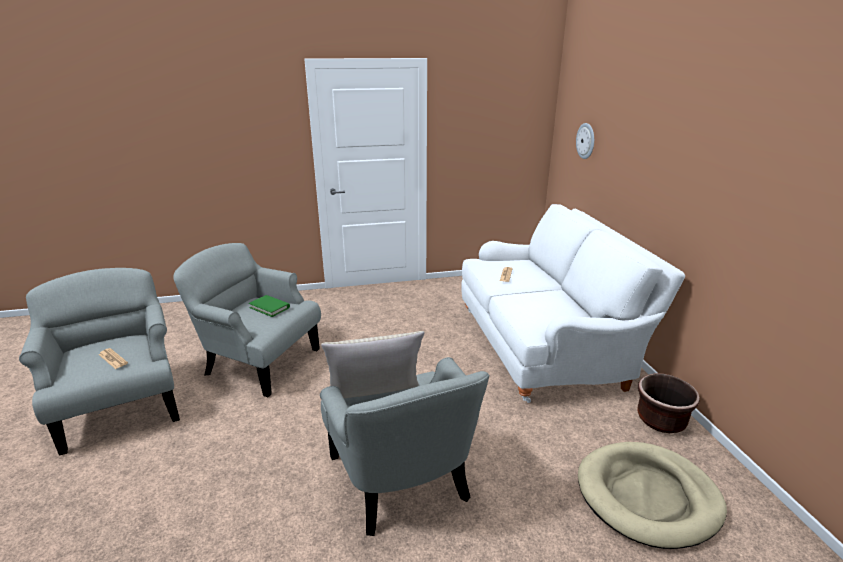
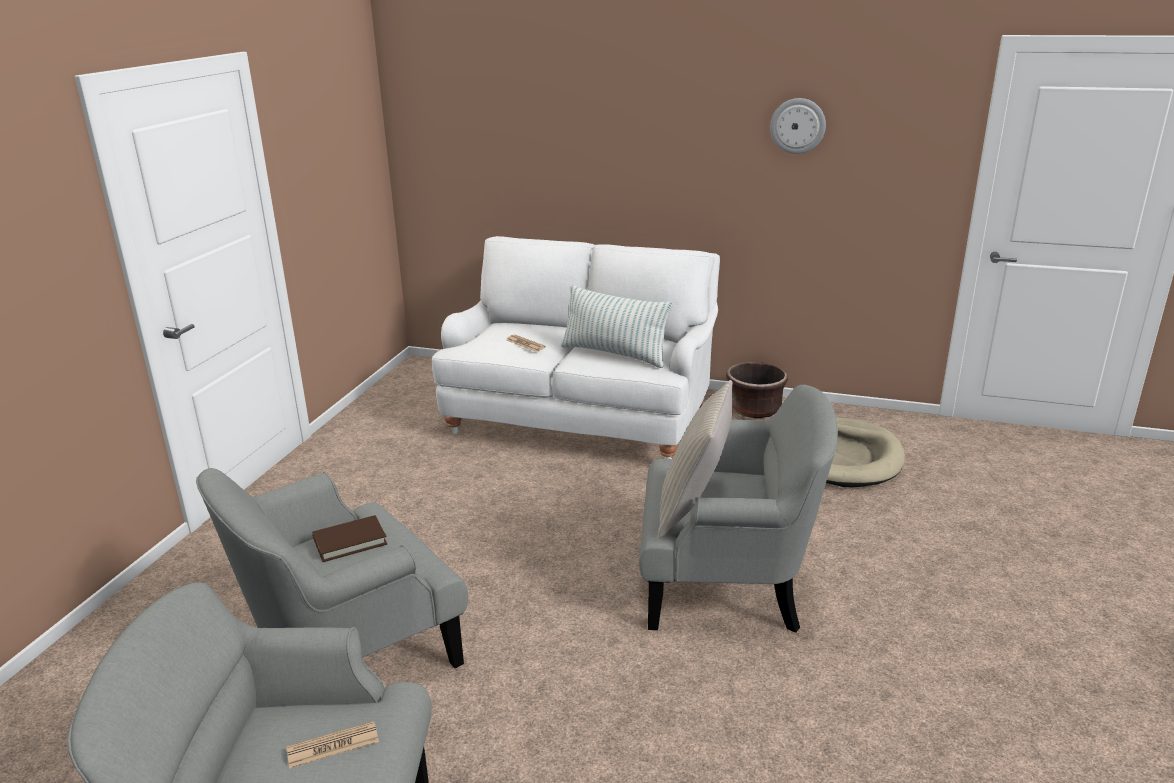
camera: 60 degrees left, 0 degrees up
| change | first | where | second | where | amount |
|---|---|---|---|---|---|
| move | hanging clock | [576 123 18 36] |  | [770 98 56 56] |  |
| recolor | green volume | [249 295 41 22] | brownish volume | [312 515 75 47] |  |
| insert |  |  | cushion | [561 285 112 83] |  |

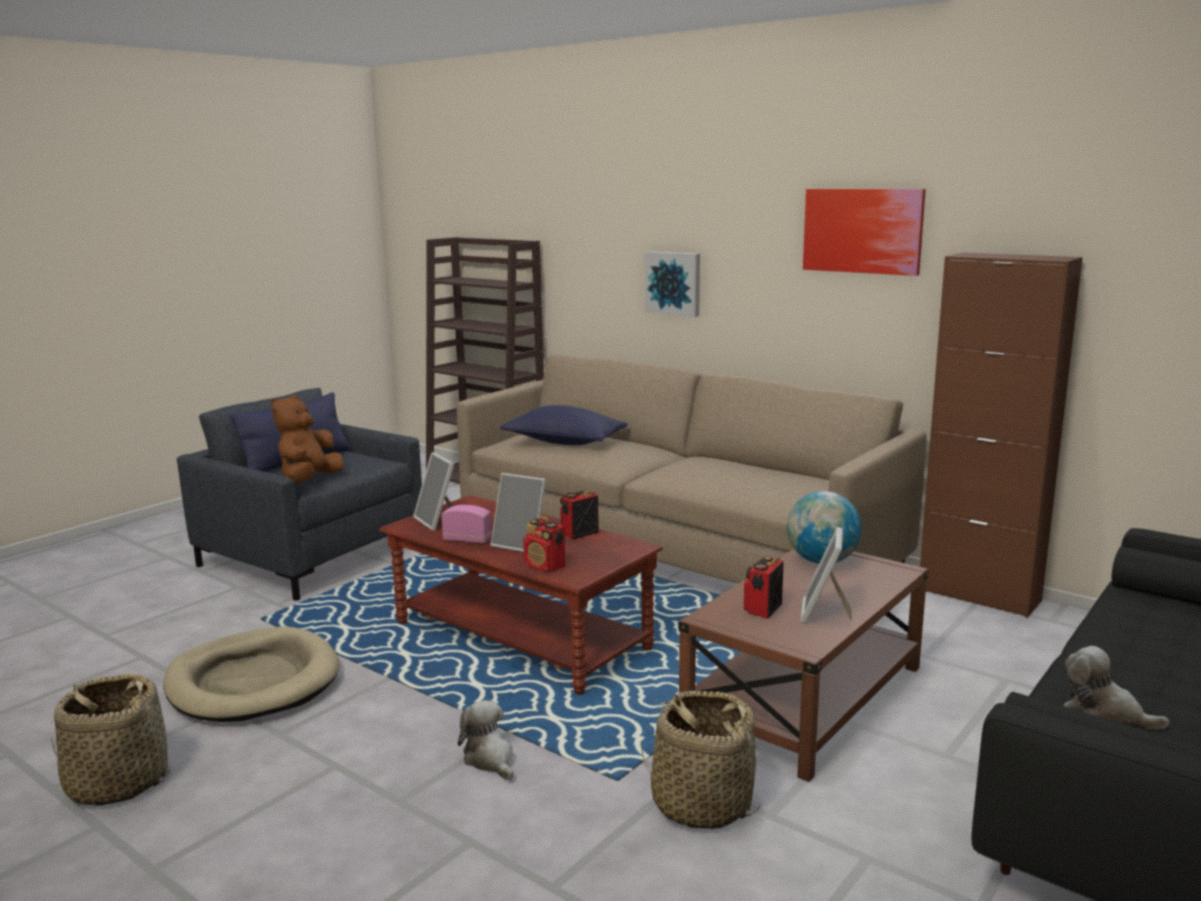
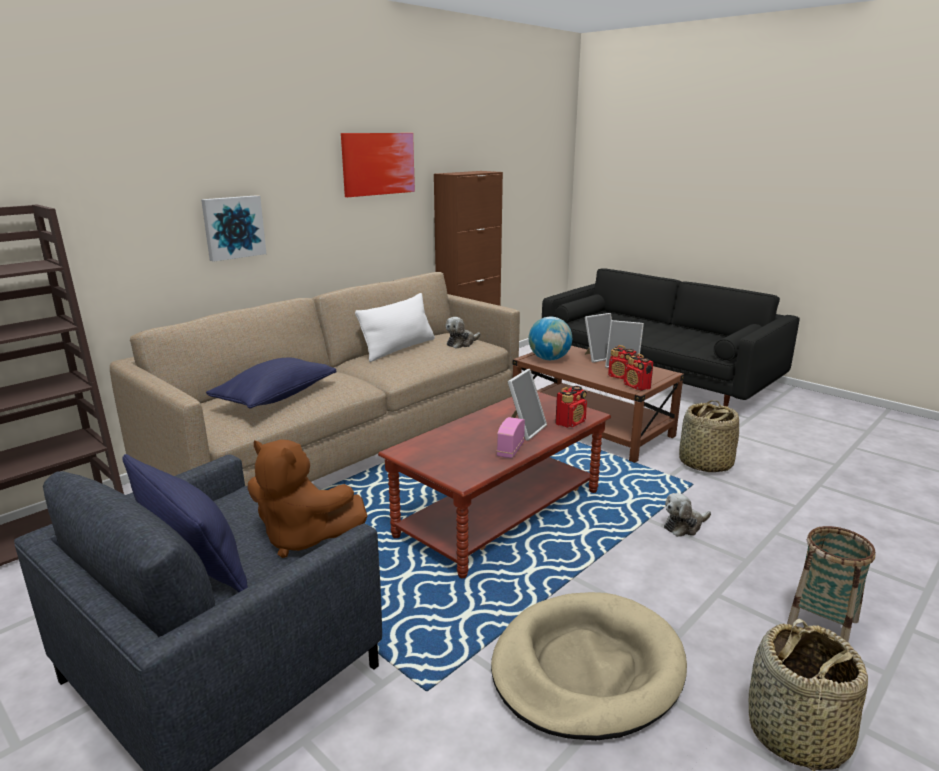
camera: 85 degrees left, 5 degrees up
| change | first | where | second | where | amount |
|---|---|---|---|---|---|
| move | photo frame | [413 452 41 79] |  | [585 313 27 50] |  |
| move | radio receiver | [560 490 39 50] |  | [624 354 30 36] |  |
| move | soft toy | [1064 646 105 84] |  | [446 317 35 32] |  |
| insert |  |  | white-coloured cushion | [355 293 80 69] |  |
| insert |  |  | storage basket | [787 526 89 116] |  |

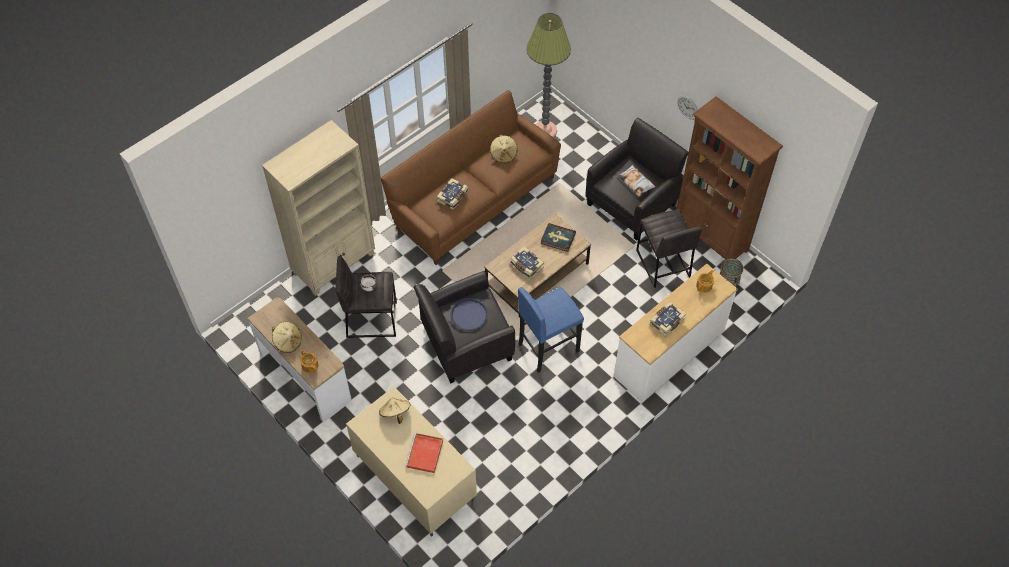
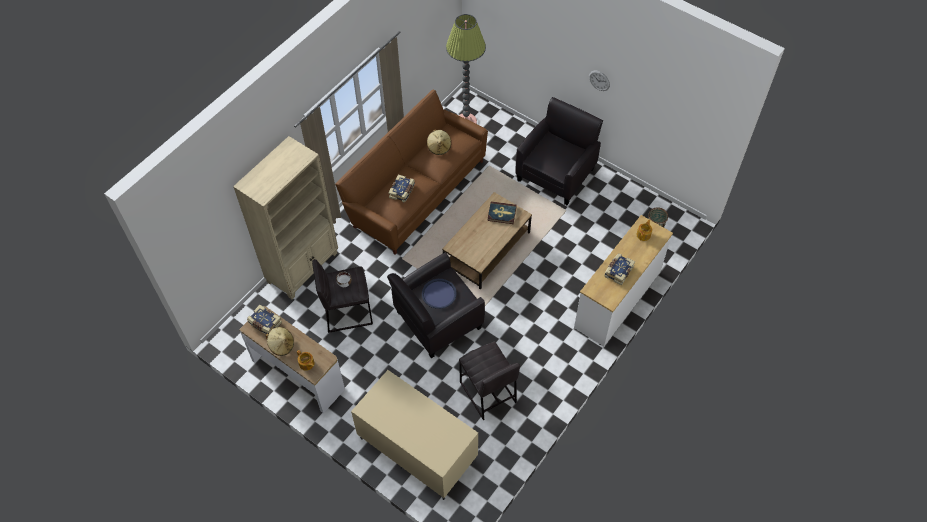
camera: 10 degrees left, 0 degrees up
| change | first | where | second | where | amount |
|---|---|---|---|---|---|
| delete | brownish shelving unit | [677 96 106 164] |  |  |  |
| delete | cushion | [618 165 37 32] |  |  |  |
| move | greyish stool | [636 209 66 79] |  | [459 341 61 79] |  |
| move | volume | [510 247 34 32] |  | [247 305 35 29] |  |
| delete | blue stool | [518 287 66 86] |  |  |  |
| delete | sand-coloured clothing hat | [379 398 31 26] |  |  |  |
| delete | red carrying tray | [405 433 38 40] |  |  |  |

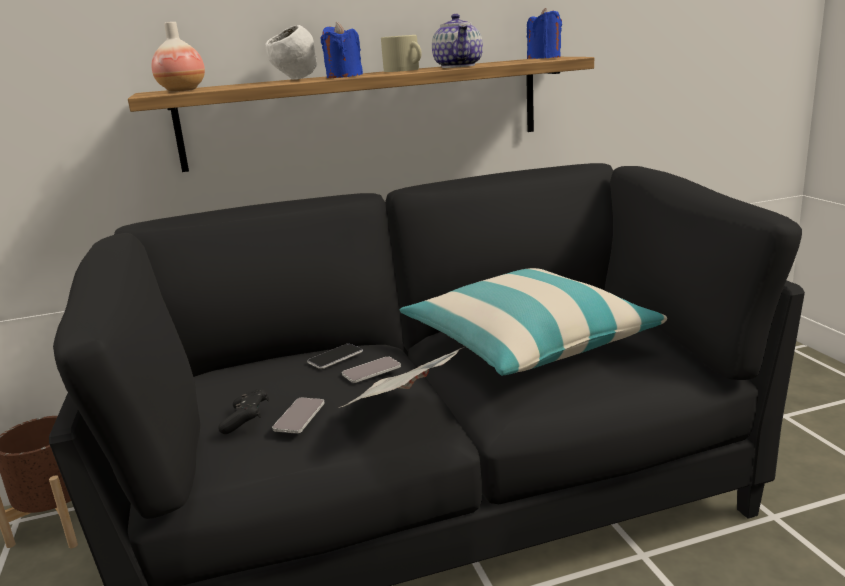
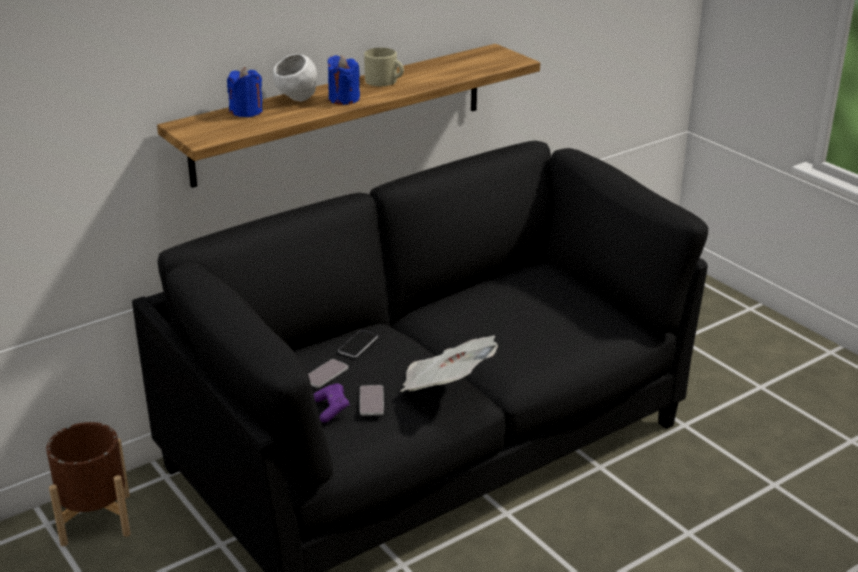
camera: 20 degrees left, 10 degrees up
| change | first | where | second | where | amount |
|---|---|---|---|---|---|
| move | blue wax candle | [527 8 35 51] |  | [227 67 36 50] |  |
| delete | teapot | [432 14 51 54] |  |  |  |
| delete | vase | [152 22 53 70] |  |  |  |
| delete | cushion | [400 268 267 108] |  |  |  |
| move | phone | [342 356 59 27] |  | [308 359 40 29] |  |
| recolor | blackish game controller | [218 388 51 46] | purple game controller | [313 383 37 40] |  |

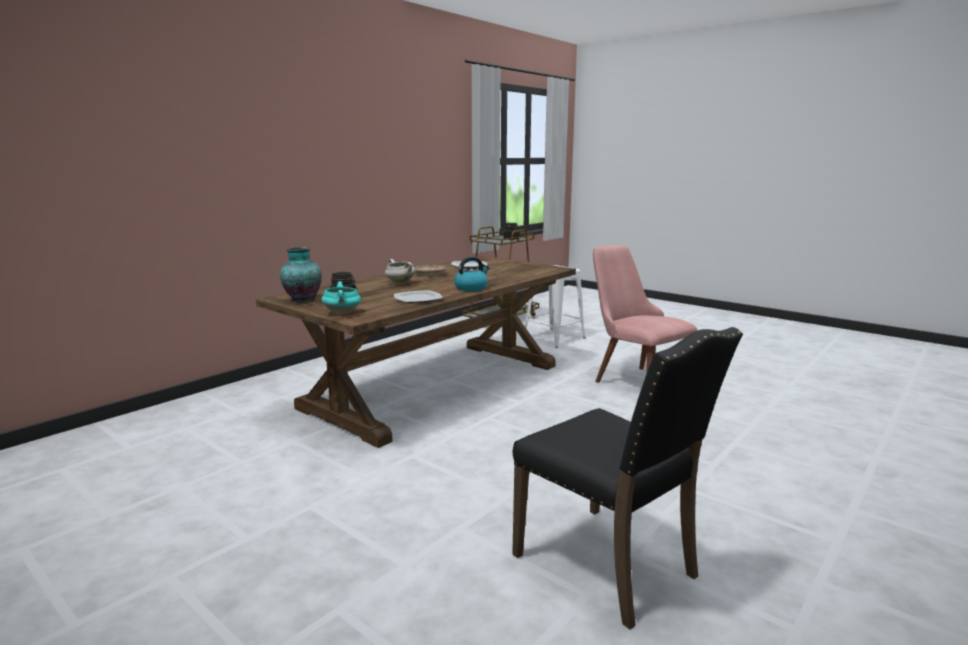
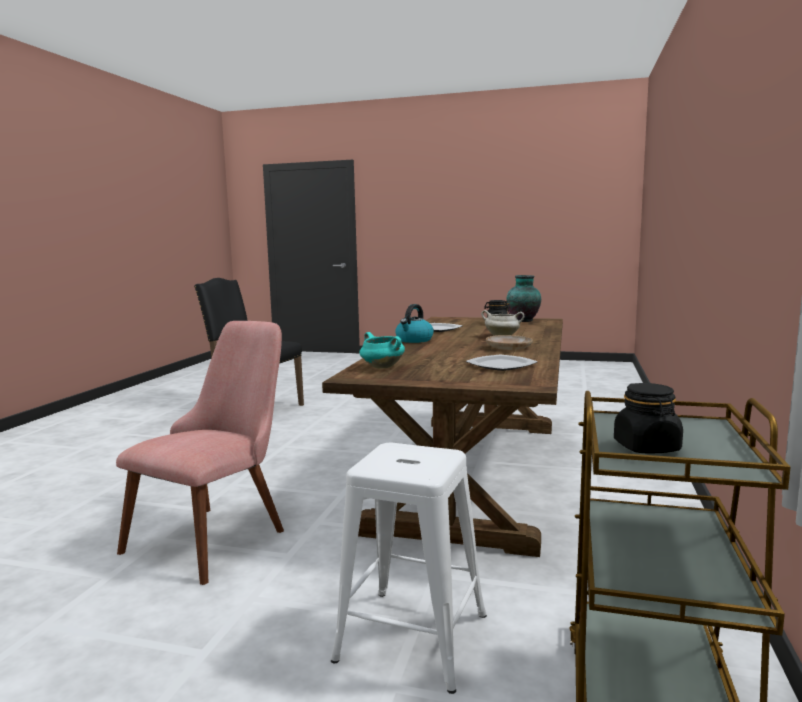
camera: 155 degrees right, 5 degrees down
| change | first | where | second | where | amount |
|---|---|---|---|---|---|
| rotate | pinkish upright chair | [593 245 105 138] |  | [116 321 168 264] | 90 degrees counterclockwise |
| move | turquoise cooking pot | [322 281 39 33] |  | [360 332 45 37] |  |

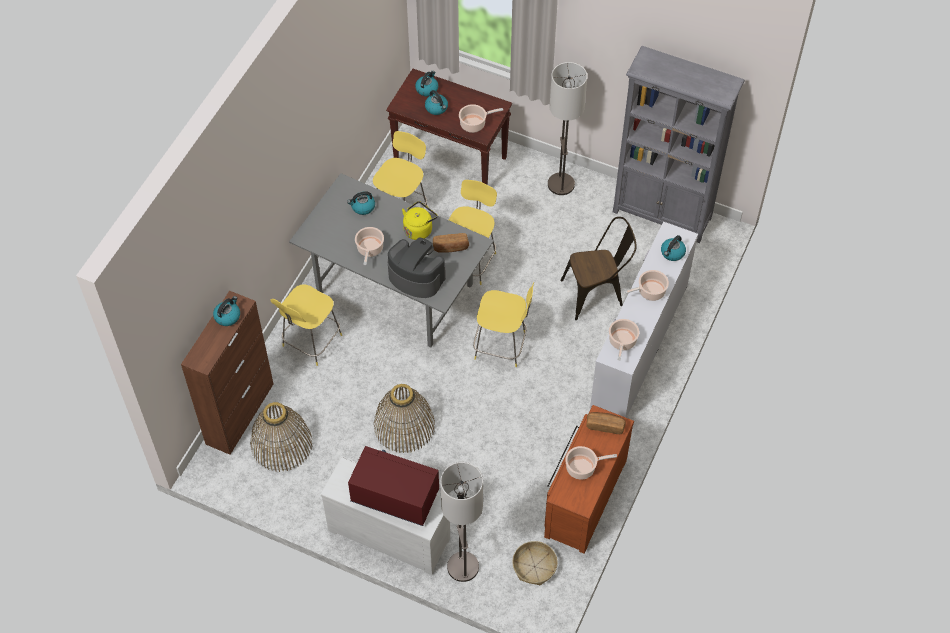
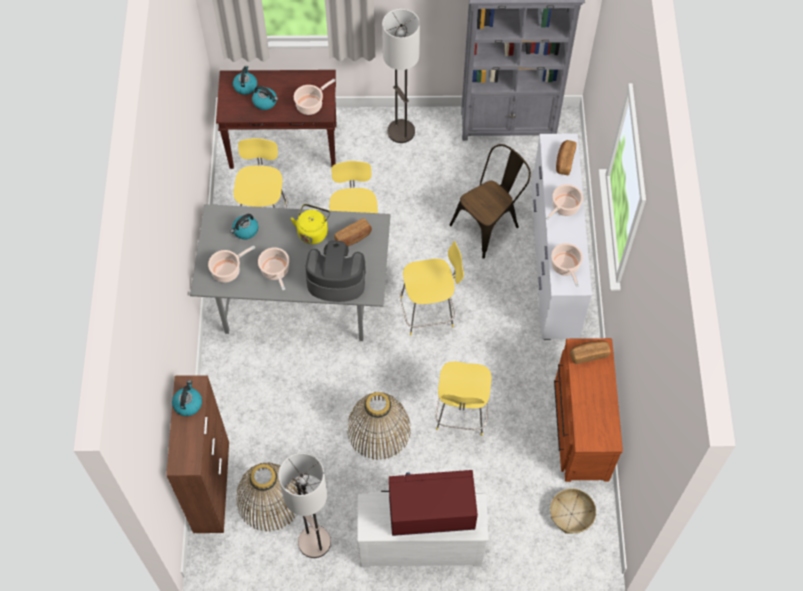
camera: 25 degrees left, 5 degrees up
| change | first | where | second | where | amount |
|---|---|---|---|---|---|
| replace | water kettle | [661 235 25 26] | bakery bread | [556 140 20 35] |  |
| move | yellowish stool | [270 284 72 82] |  | [435 361 56 75] |  |
| move | cooking pot | [565 446 52 34] |  | [208 245 47 38] |  |
| move | standard lamp | [440 462 43 120] |  | [278 453 53 105] |  |

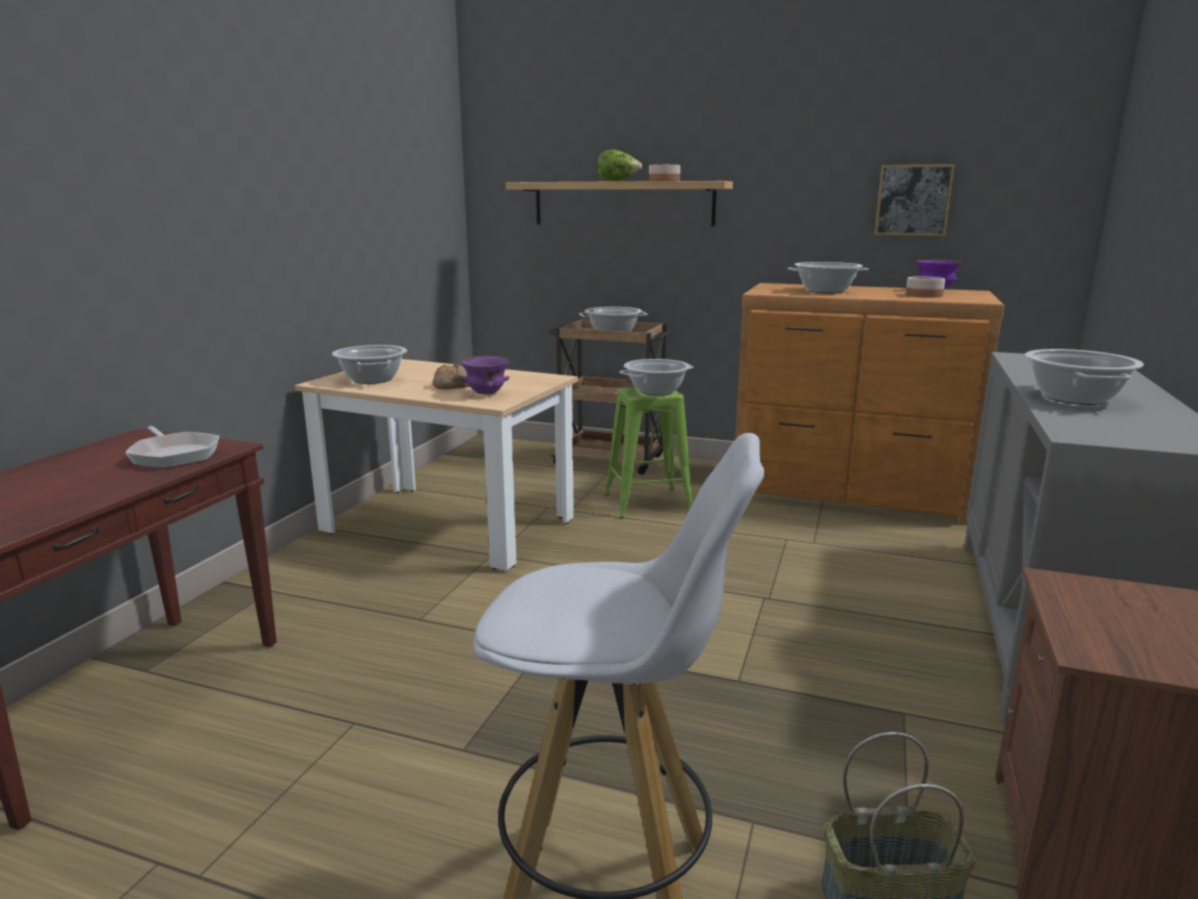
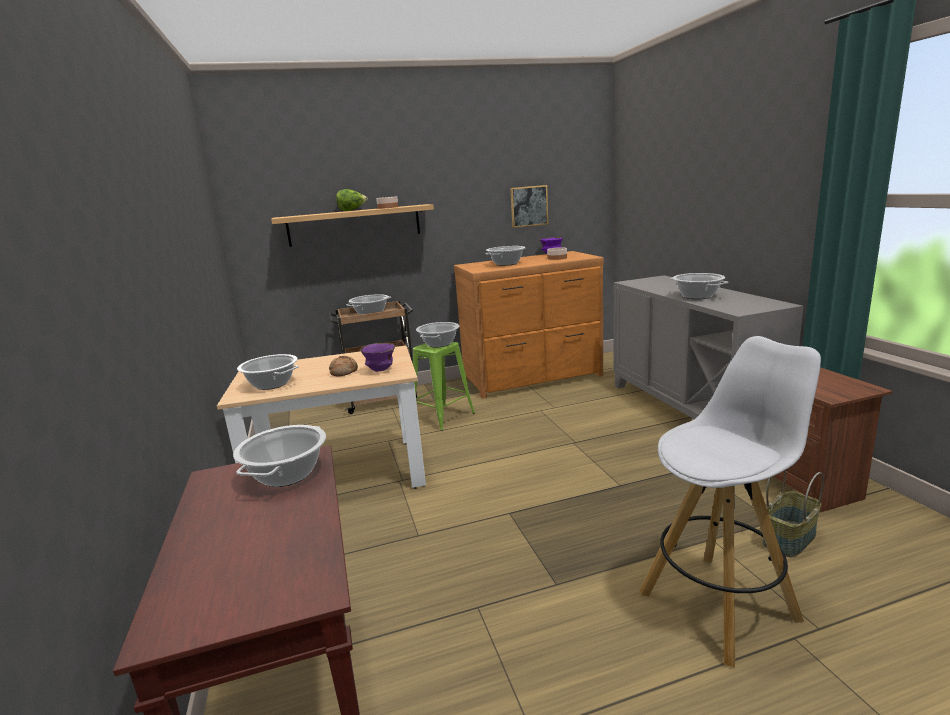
camera: 35 degrees left, 0 degrees up
| change | first | where | second | where | amount |
|---|---|---|---|---|---|
| replace | skillet | [125 426 95 42] | cooking pot | [233 425 93 62] |  |

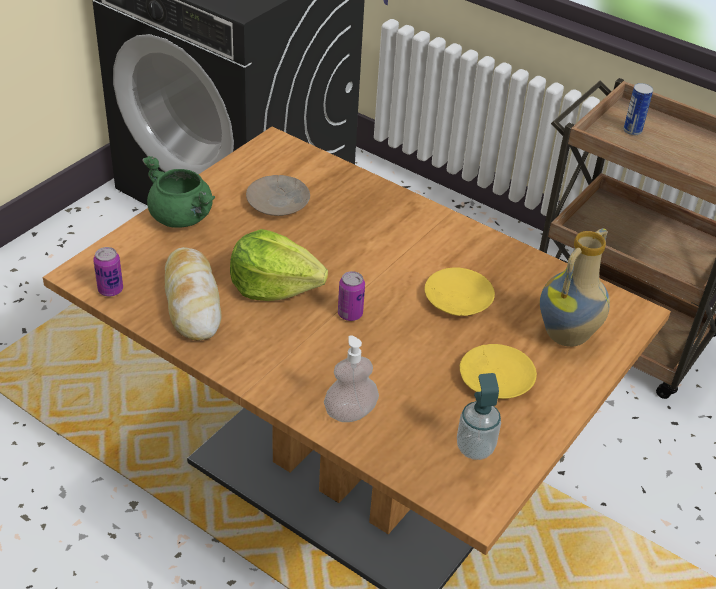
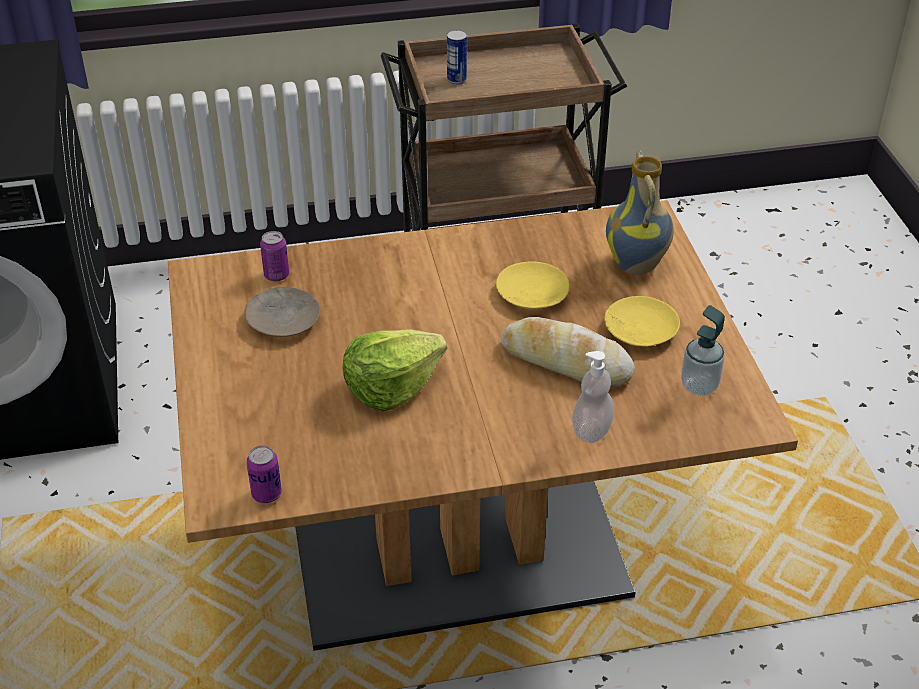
camera: 45 degrees left, 0 degrees up
| change | first | where | second | where | amount |
|---|---|---|---|---|---|
| delete | green cooking pot | [142 156 73 72] |  |  |  |
| move | bakery bread | [165 247 57 94] |  | [501 317 134 71] |  |
| move | can | [338 271 27 50] |  | [260 231 29 50] |  |

